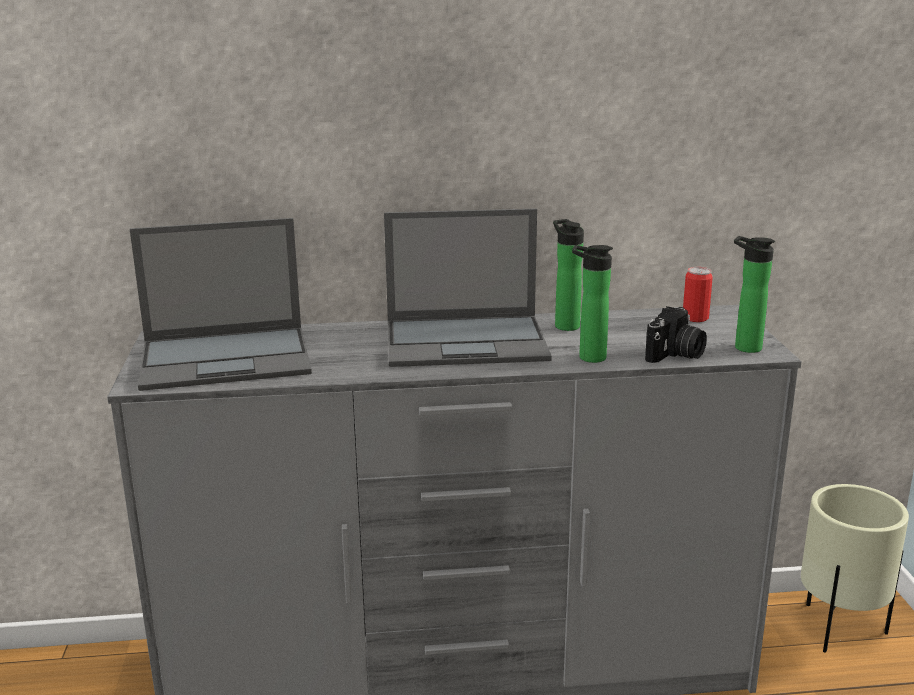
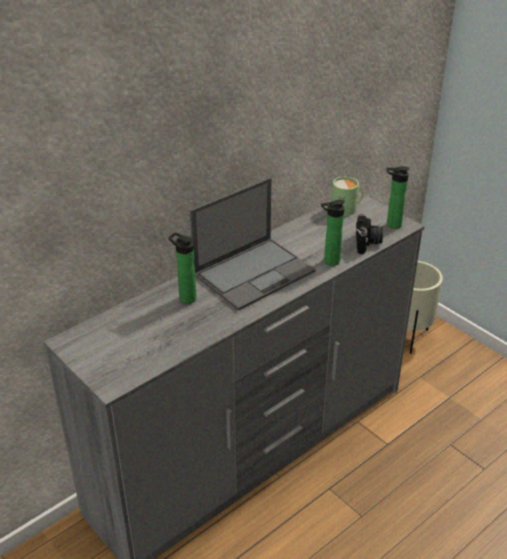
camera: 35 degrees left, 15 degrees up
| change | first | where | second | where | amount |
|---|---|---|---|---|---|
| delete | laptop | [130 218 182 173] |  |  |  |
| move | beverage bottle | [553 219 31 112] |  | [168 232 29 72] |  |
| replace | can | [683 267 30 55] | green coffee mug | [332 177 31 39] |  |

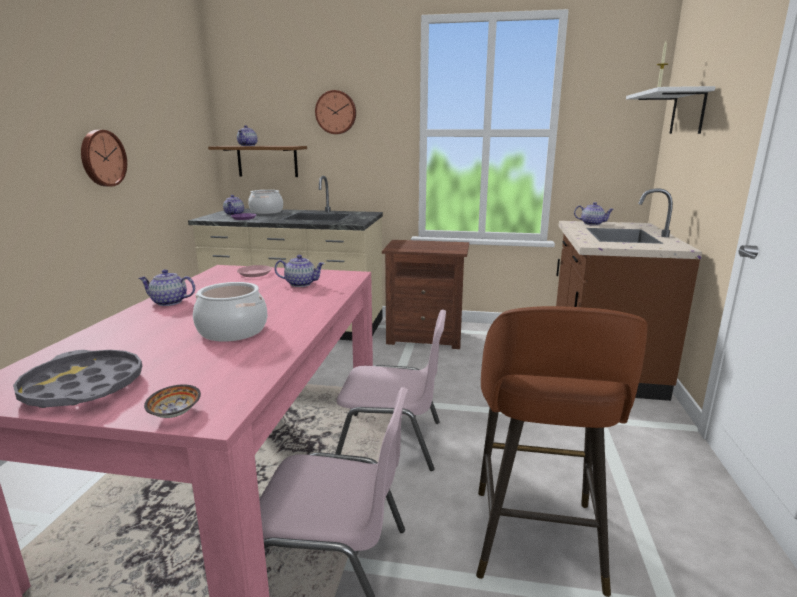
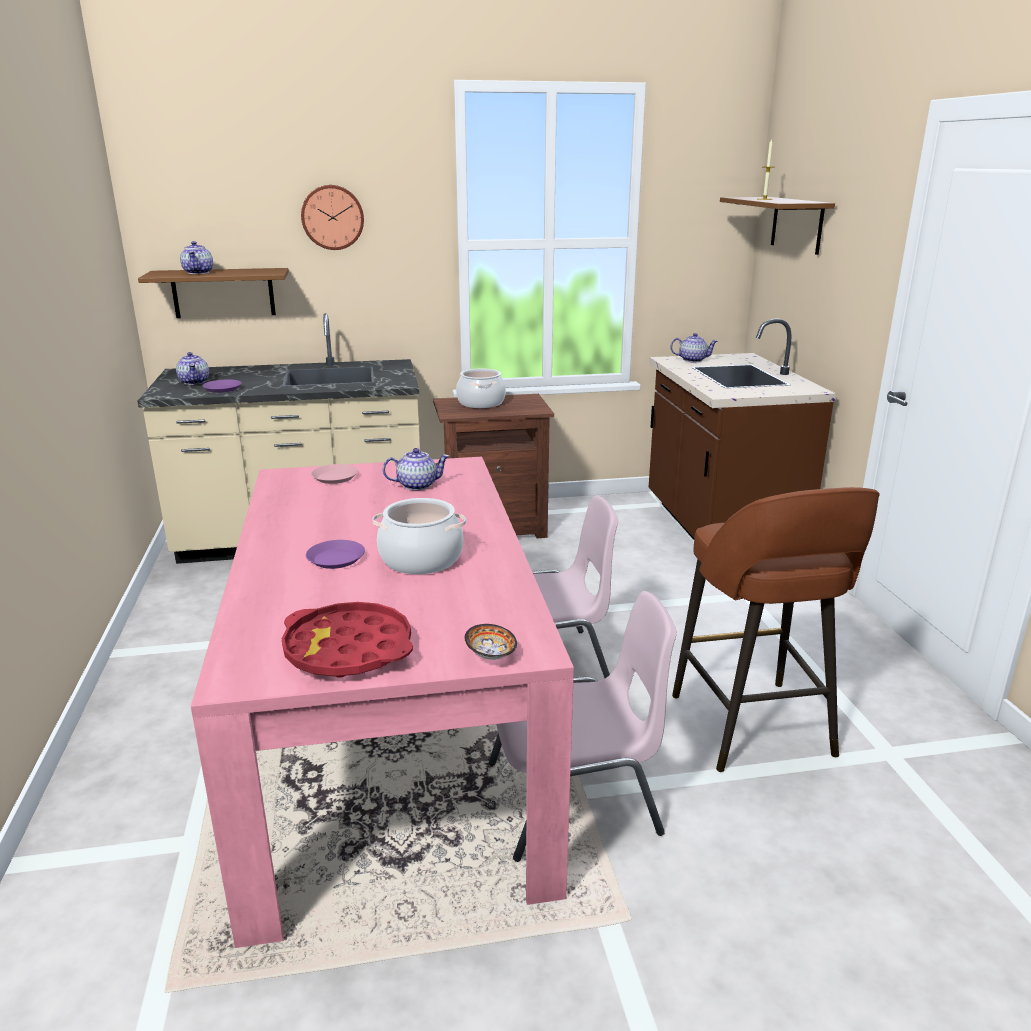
camera: 20 degrees left, 5 degrees up
| change | first | where | second | where | amount |
|---|---|---|---|---|---|
| recolor | white-coloured bracket shelf | [626 86 89 48] | brownish bracket shelf | [720 197 115 58] |  |
| delete | hanging clock | [81 130 46 57] |  |  |  |
| move | cooking pot | [248 190 35 24] |  | [456 369 50 39] |  |
| delete | teapot | [139 269 56 37] |  |  |  |
| recolor | greyish carrying tray | [13 350 129 58] | red carrying tray | [282 602 131 75] |  |
| insert |  |  | purple plate | [306 540 59 29] |  |

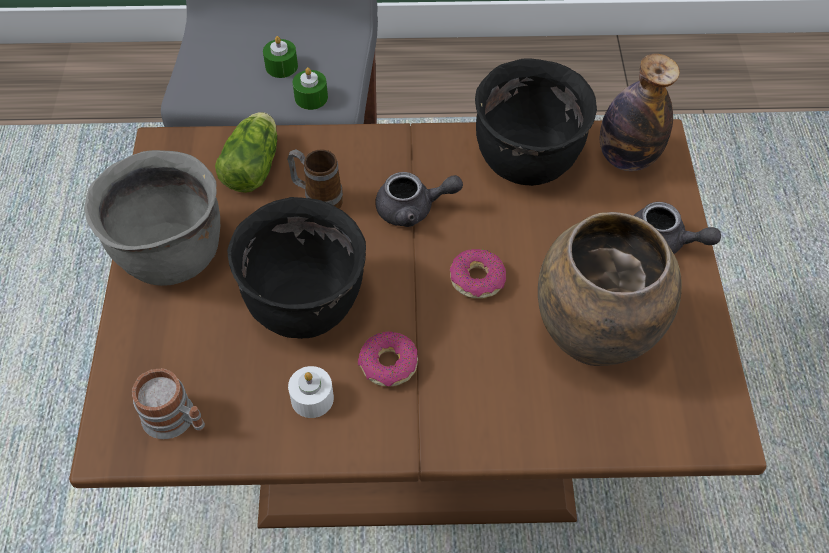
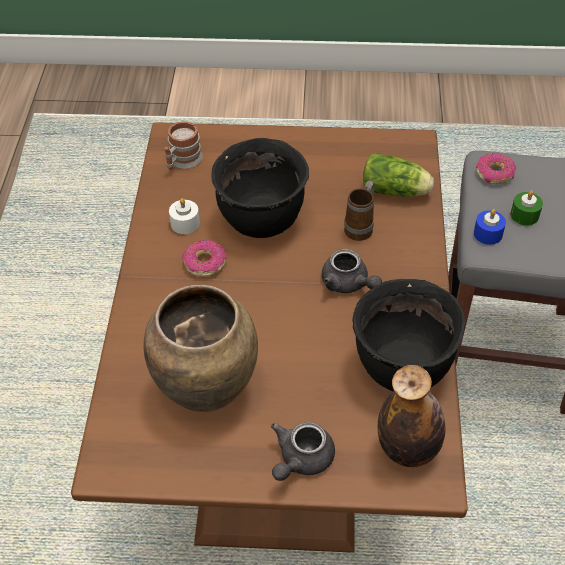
camera: 95 degrees right, 5 degrees down
| change | first | where | second | where | amount |
|---|---|---|---|---|---|
| recolor | green wax candle | [293 67 35 43] | blue wax candle | [474 209 32 36] |  |
| delete | greyish cooking pot | [84 150 136 136] |  |  |  |
| rotate | greyish teapot | [375 172 88 55] |  | [322 249 60 44] | 45 degrees counterclockwise |
| move | doughnut | [450 249 56 50] |  | [476 153 40 31] |  |

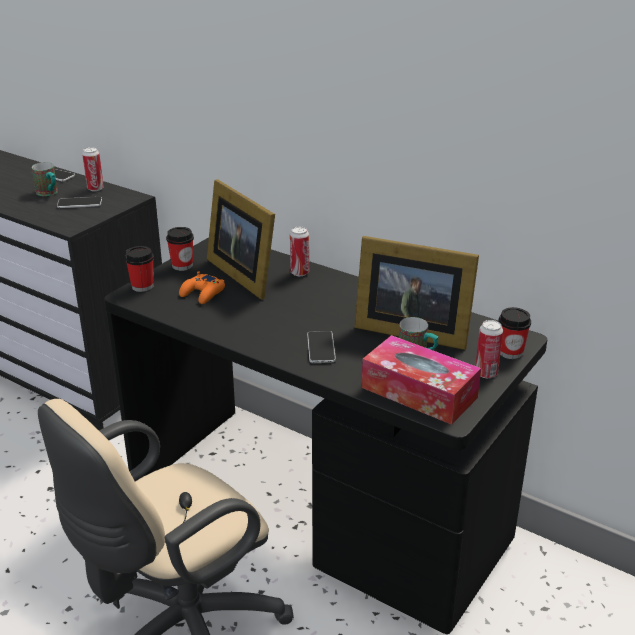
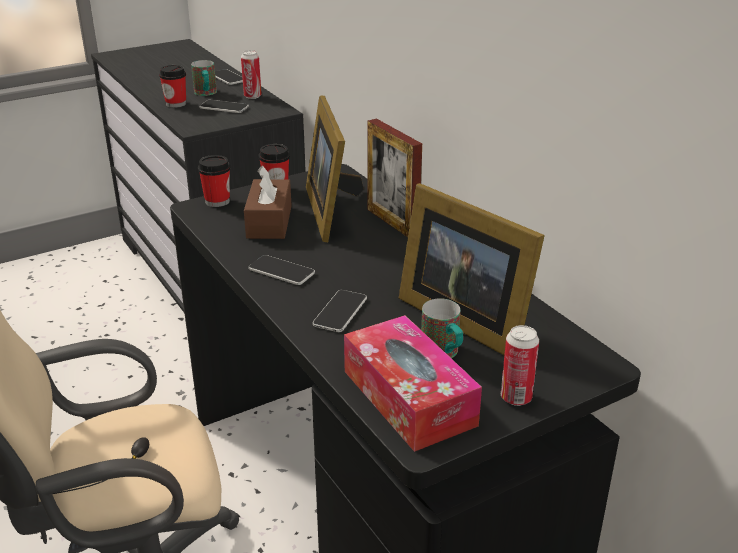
camera: 25 degrees right, 0 degrees up
| change | first | where | second | where | amount |
|---|---|---|---|---|---|
| replace | can | [290 227 19 49] | photo frame | [367 119 55 118] |  |
| replace | orange game controller | [179 271 46 33] | brownish box of tissues | [244 165 48 74] |  |
| move | drinking cup | [499 307 32 52] |  | [159 65 27 43] |  |
| insert |  |  | phone | [248 255 67 30] |  |

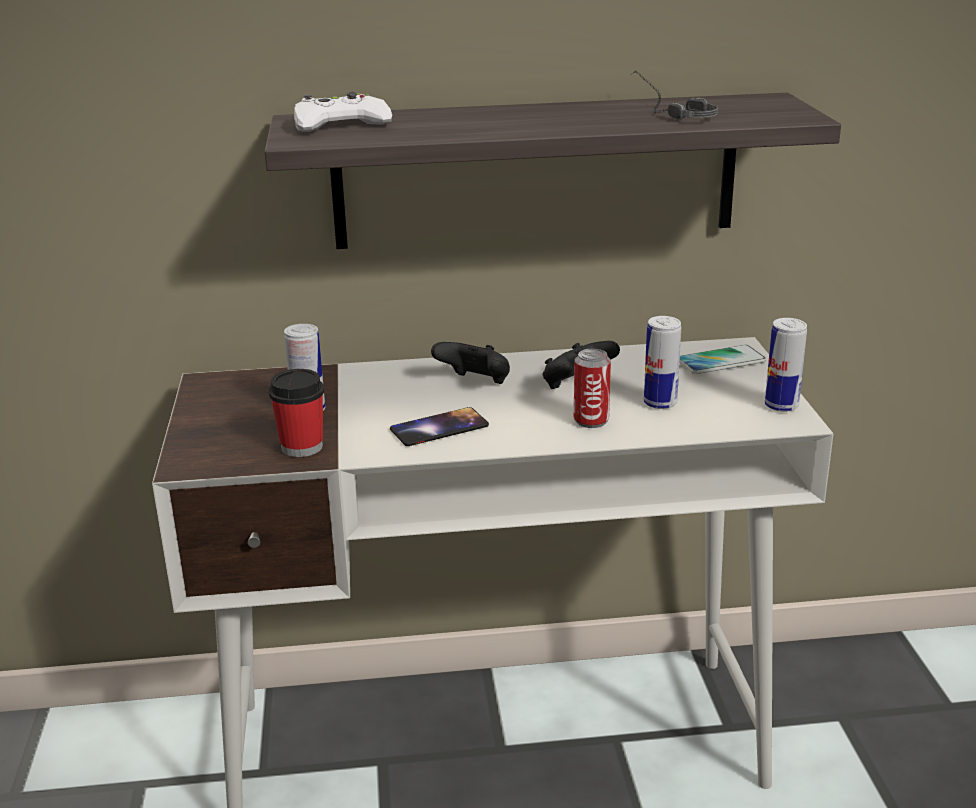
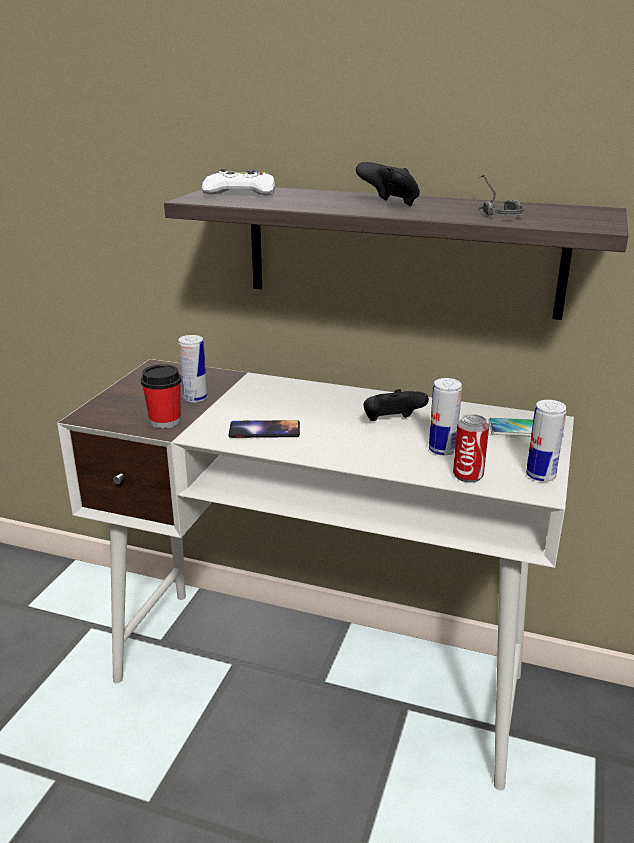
camera: 25 degrees right, 0 degrees up
| change | first | where | second | where | amount |
|---|---|---|---|---|---|
| move | blackish game controller | [431 342 79 42] |  | [356 162 64 44] |  |
| move | can | [574 349 37 79] |  | [453 414 36 69] |  |

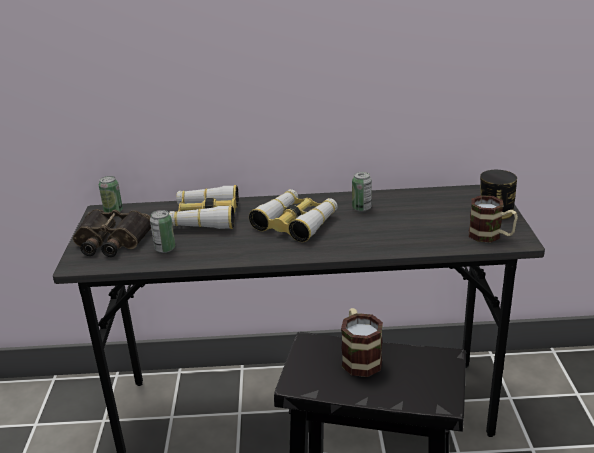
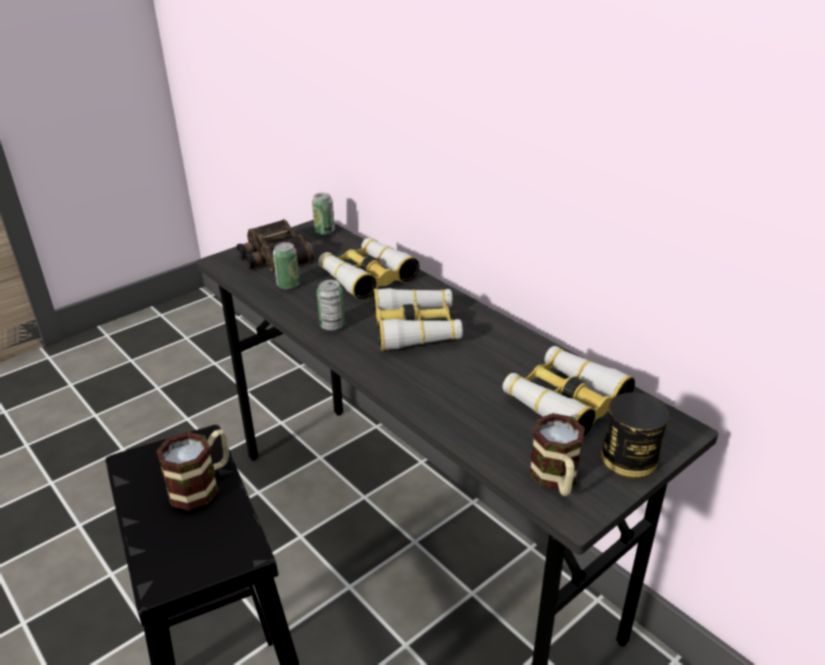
camera: 50 degrees right, 5 degrees up
| change | first | where | second | where | amount |
|---|---|---|---|---|---|
| move | can | [352 172 20 40] |  | [317 280 28 51] |  |
| insert |  |  | pair of binoculars | [502 346 133 91] |  |

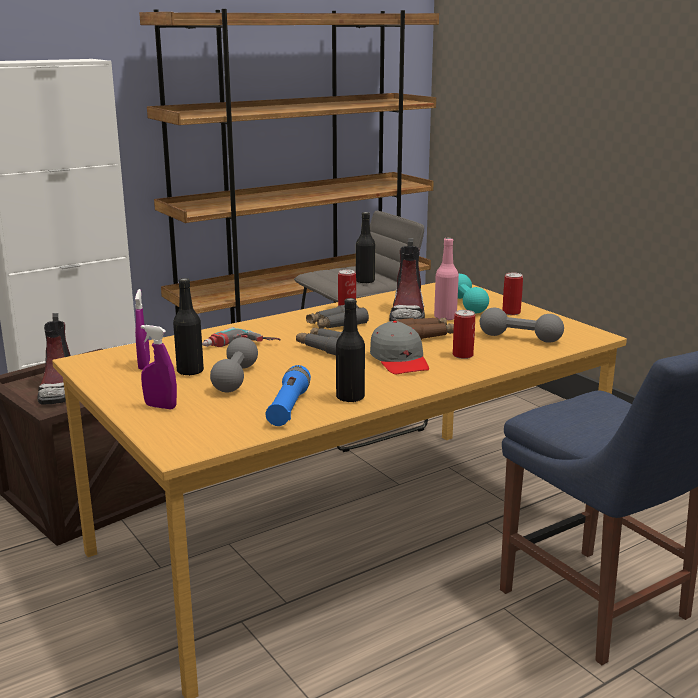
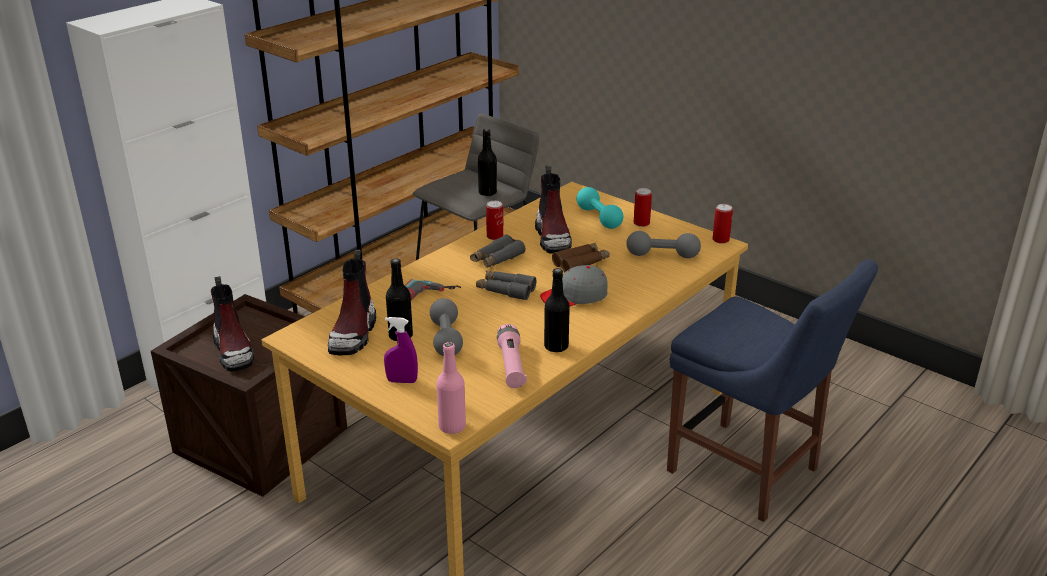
camera: 15 degrees left, 10 degrees up
| change | first | where | second | where | amount |
|---|---|---|---|---|---|
| move | pinkish beverage bottle | [434 238 25 83] |  | [436 342 30 92] |  |
| replace | purple spray bottle | [135 289 15 81] | boot | [328 250 48 106] |  |
| move | can | [453 310 22 49] |  | [712 204 21 40] |  |
| rotate | greyish baseball cap | [370 321 59 53] |  | [540 265 68 41] | 105 degrees clockwise |
| recolor | blue torch | [265 365 46 61] | pinkish torch | [497 324 30 64] |  |

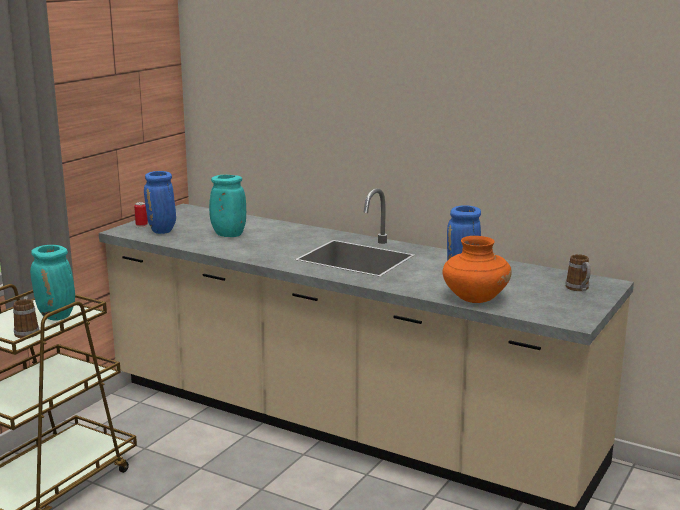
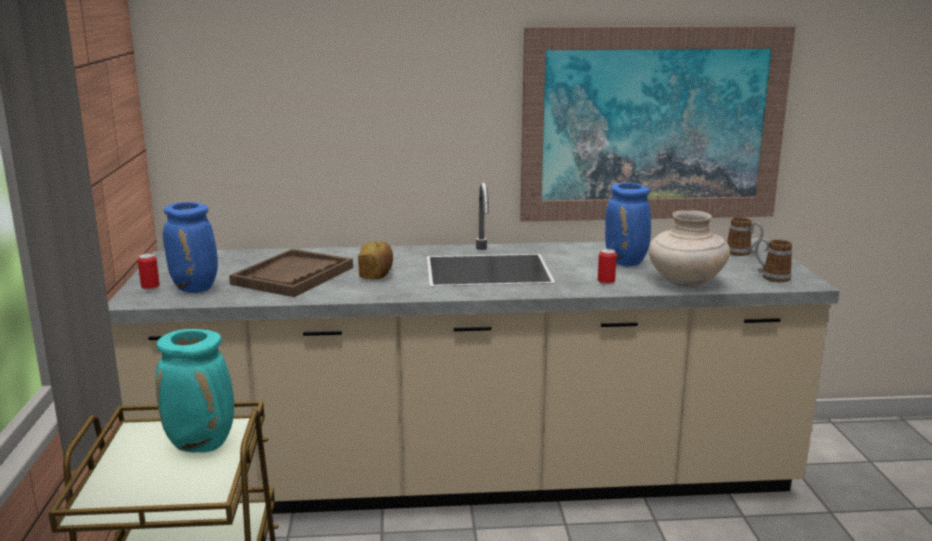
camera: 35 degrees left, 0 degrees up
| change | first | where | second | where | amount |
|---|---|---|---|---|---|
| replace | turquoise vase | [209 175 37 62] | brownish carrying tray | [229 249 124 48] |  |
| recolor | orange vase | [443 236 69 67] | sand-coloured vase | [649 210 81 78] |  |
| move | coffee mug | [13 296 26 42] |  | [755 238 37 44] |  |
| insert |  |  | picture | [520 26 276 196] |  |
| insert |  |  | bakery bread | [358 241 35 38] |  |
| insert |  |  | can | [598 249 19 37] |  |

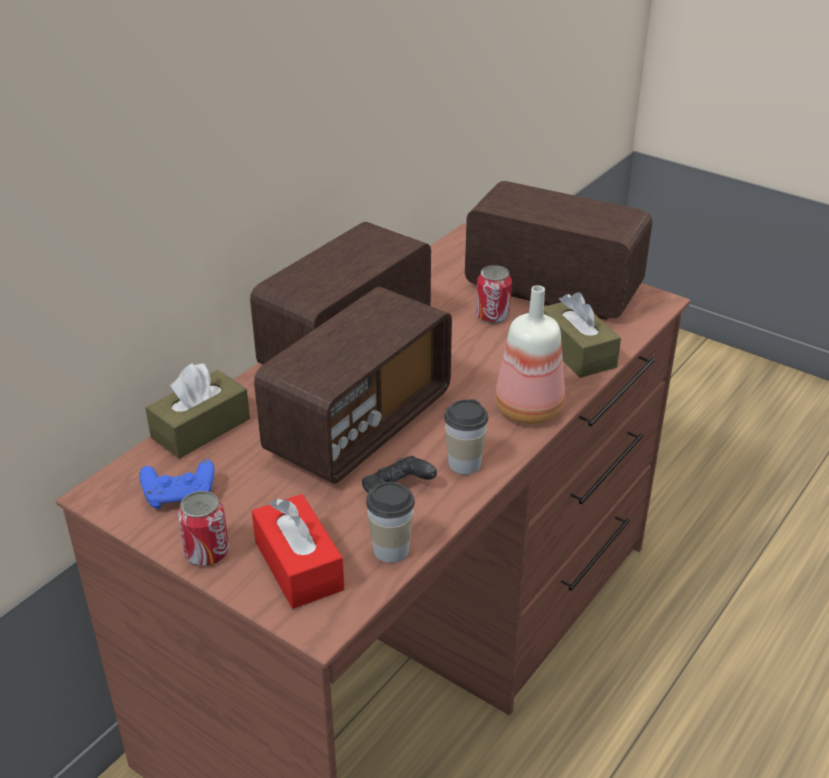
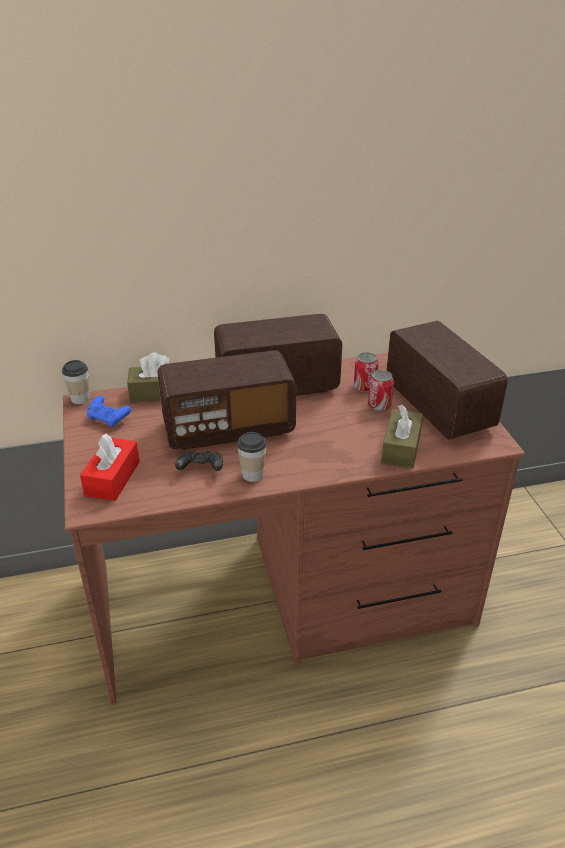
camera: 40 degrees right, 0 degrees up
| change | first | where | second | where | amount |
|---|---|---|---|---|---|
| delete | beverage bottle | [495 285 70 139] |  |  |  |
| move | drinking cup | [366 482 49 81] |  | [62 360 28 44] |  |
| move | can | [178 491 51 75] |  | [354 352 25 40] |  |

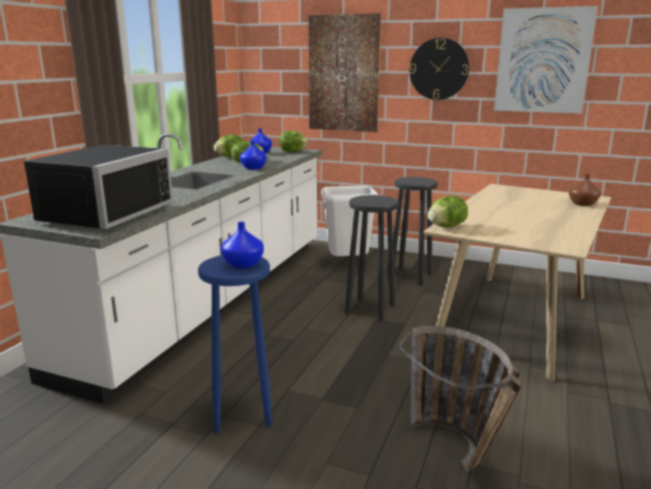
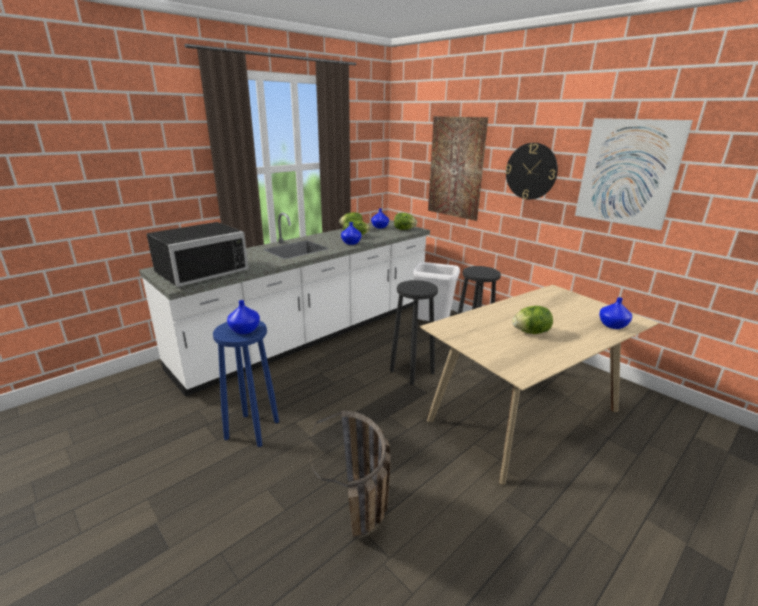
camera: 25 degrees right, 5 degrees up
| change | first | where | second | where | amount |
|---|---|---|---|---|---|
| recolor | brownish vase | [569 174 32 32] | blue vase | [599 297 33 32] |  |
| move | lettuce | [428 196 40 31] |  | [512 306 41 28] |  |

